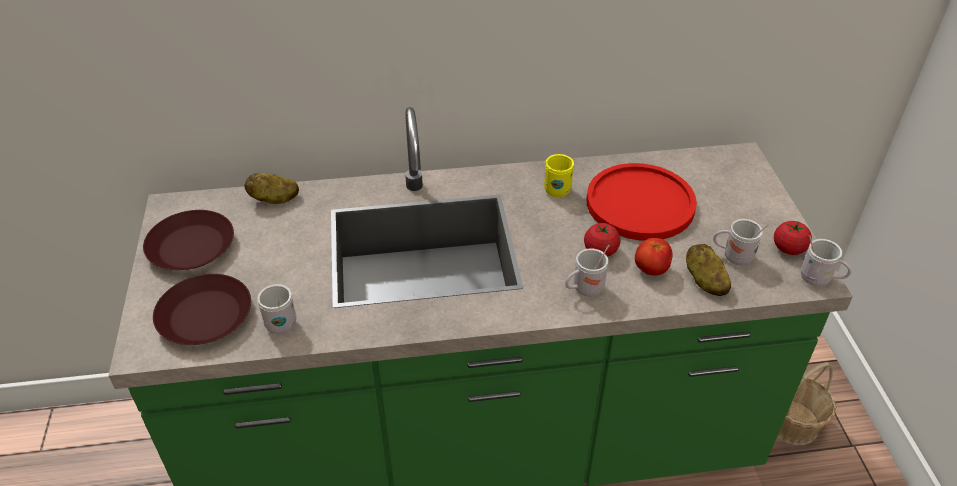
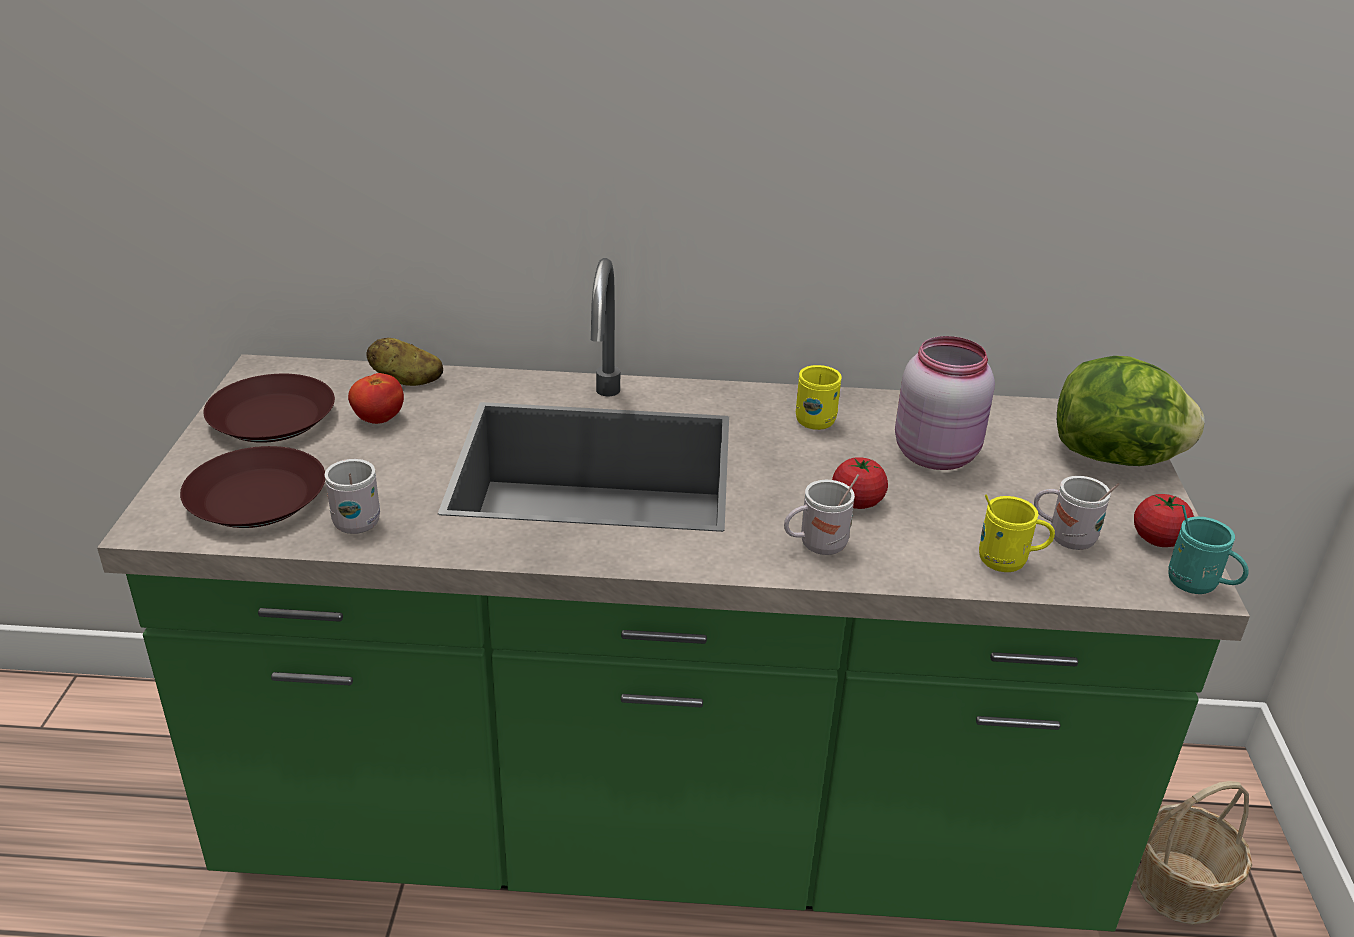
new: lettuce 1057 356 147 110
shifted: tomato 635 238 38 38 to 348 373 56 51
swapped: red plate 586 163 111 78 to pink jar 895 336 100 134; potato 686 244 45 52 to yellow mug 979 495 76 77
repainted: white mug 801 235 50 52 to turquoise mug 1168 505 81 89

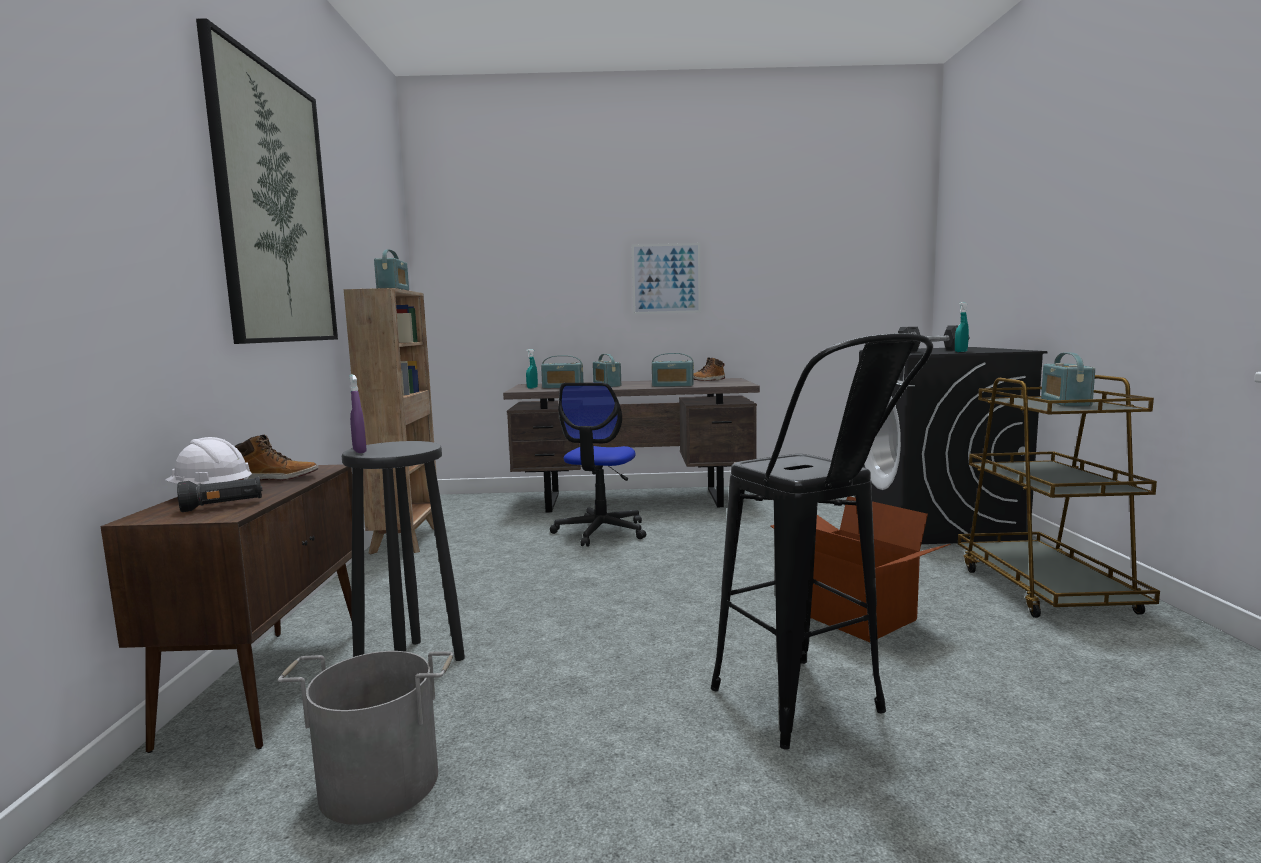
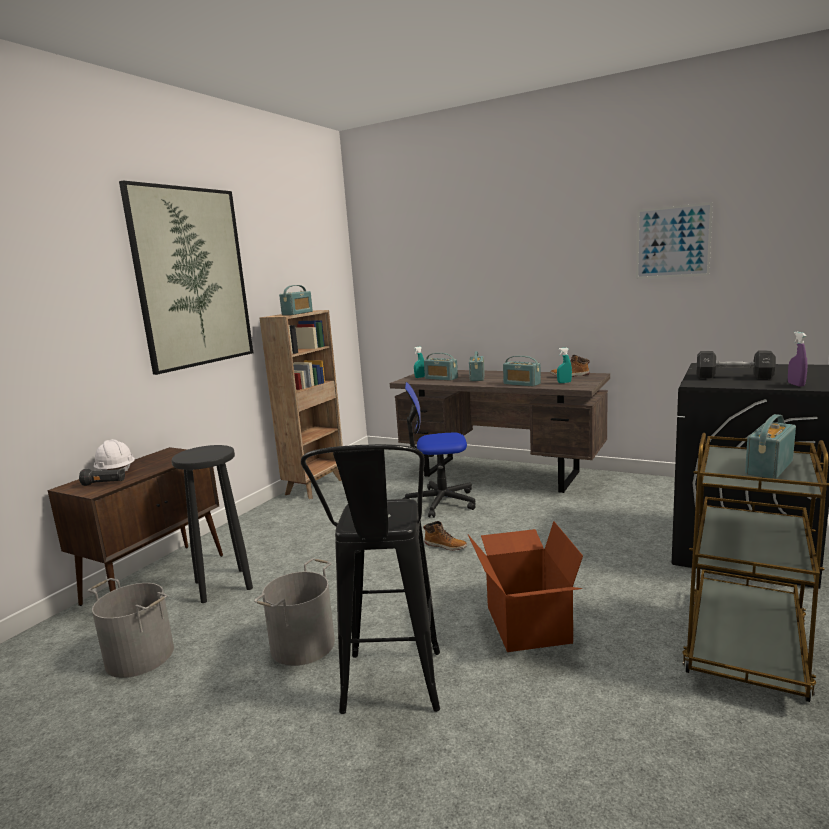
new: grey bucket 254 559 81 107
shifted: boot 235 435 83 45 to 423 521 44 30; turquoise spray bottle 955 302 14 50 to 557 348 15 35; picture 632 243 69 71 to 636 202 77 77; purple spray bottle 350 374 17 79 to 788 332 19 55
rotated: office chair 550 383 96 164 = 403 382 72 136 45 degrees clockwise

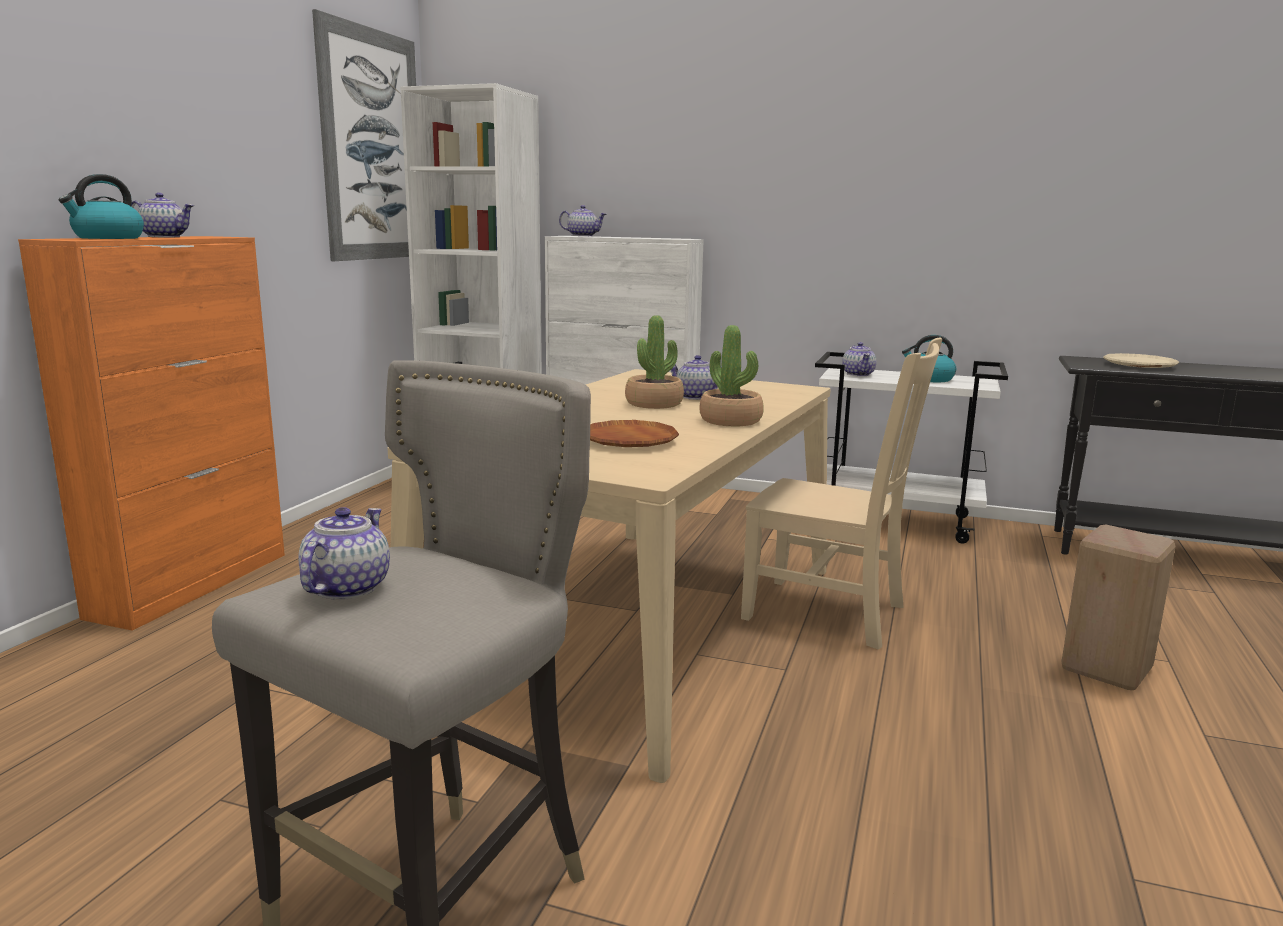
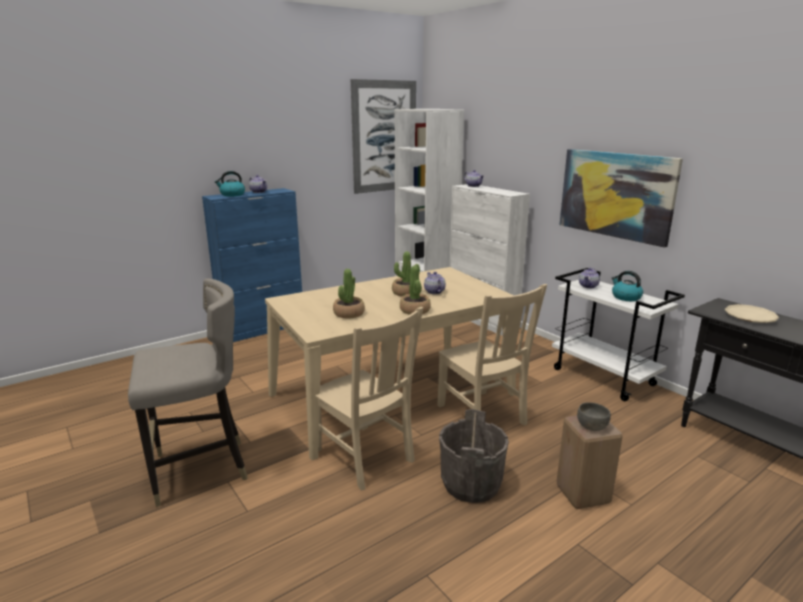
gone: teapot 299 507 91 93
new: beige chair 315 307 108 184; grey bucket 439 409 70 94; picture 559 149 124 99; grey bowl 577 402 34 29
swapped: brown plate 590 420 89 27 to potted plant 333 269 32 50
repainted: orange cabinet 18 236 267 395 to blue cabinet 202 188 100 154

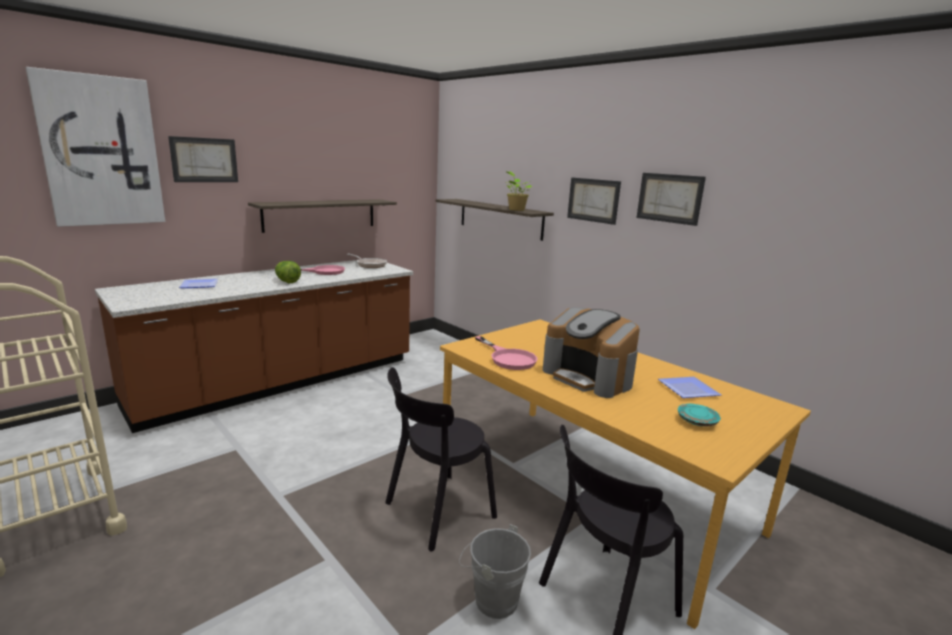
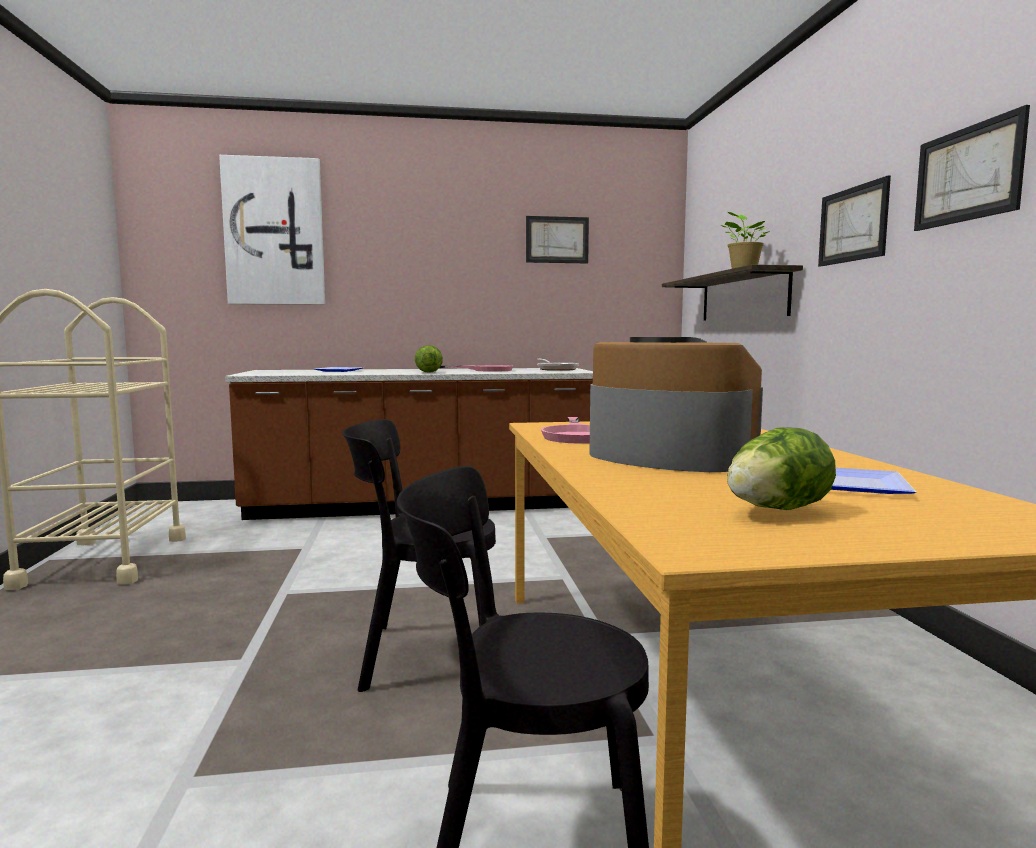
gone: shelf 248 199 149 34; grey bucket 459 524 72 95
shifted: picture 168 136 70 46 to 526 216 63 47
swapped: turquoise plate 678 404 43 22 to lettuce 727 427 109 83
rotated: coffee machine 543 307 97 91 = 589 337 174 135 135 degrees clockwise

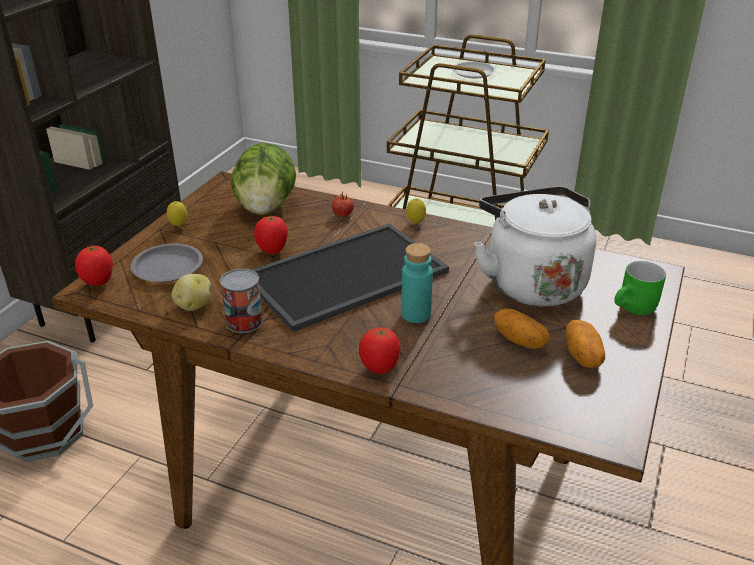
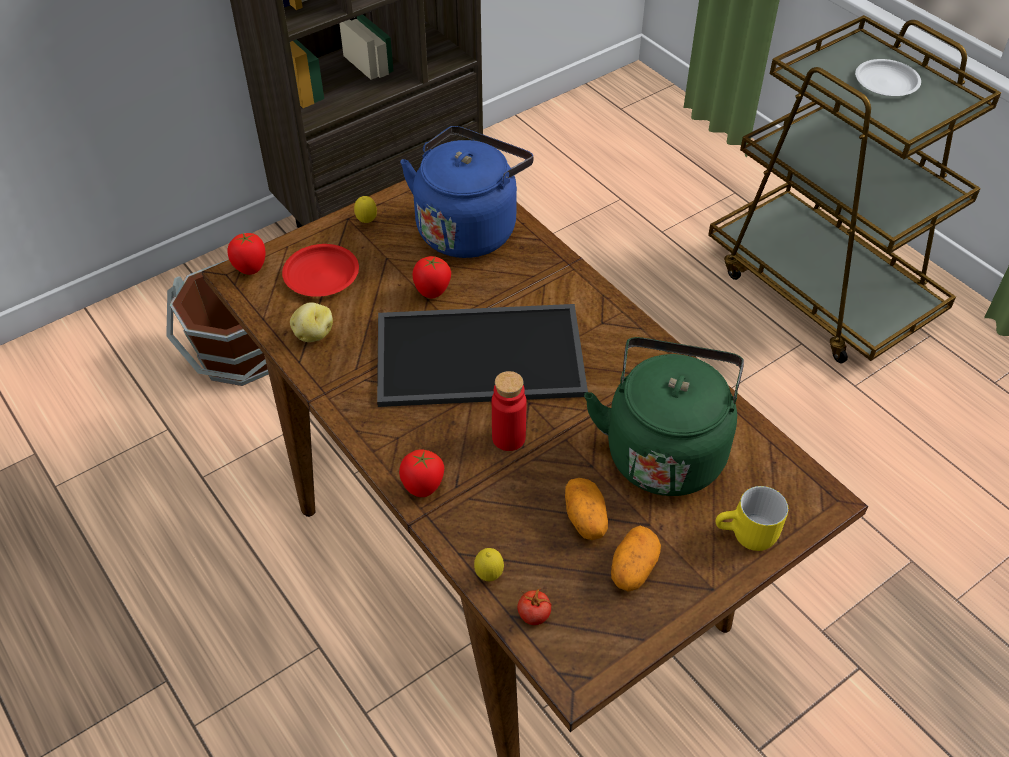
gone: can 220 269 43 64
shifted: lemon 406 198 20 26 to 474 548 30 33; tomato 332 191 22 26 to 517 588 35 37
swapped: lettuce 231 142 65 73 to blue kettle 400 126 134 132
repainted: grey plate 130 244 73 38 to red plate 282 244 77 53; turquoise bottle 401 243 32 80 to red bottle 492 371 34 80; white kettle 474 186 123 121 to green kettle 584 337 160 159; green mug 614 261 52 54 to yellow mug 716 486 73 65

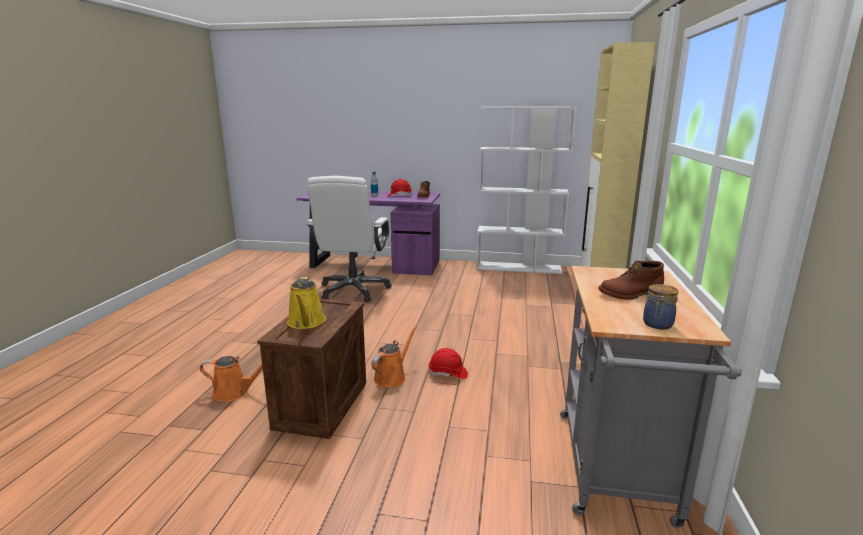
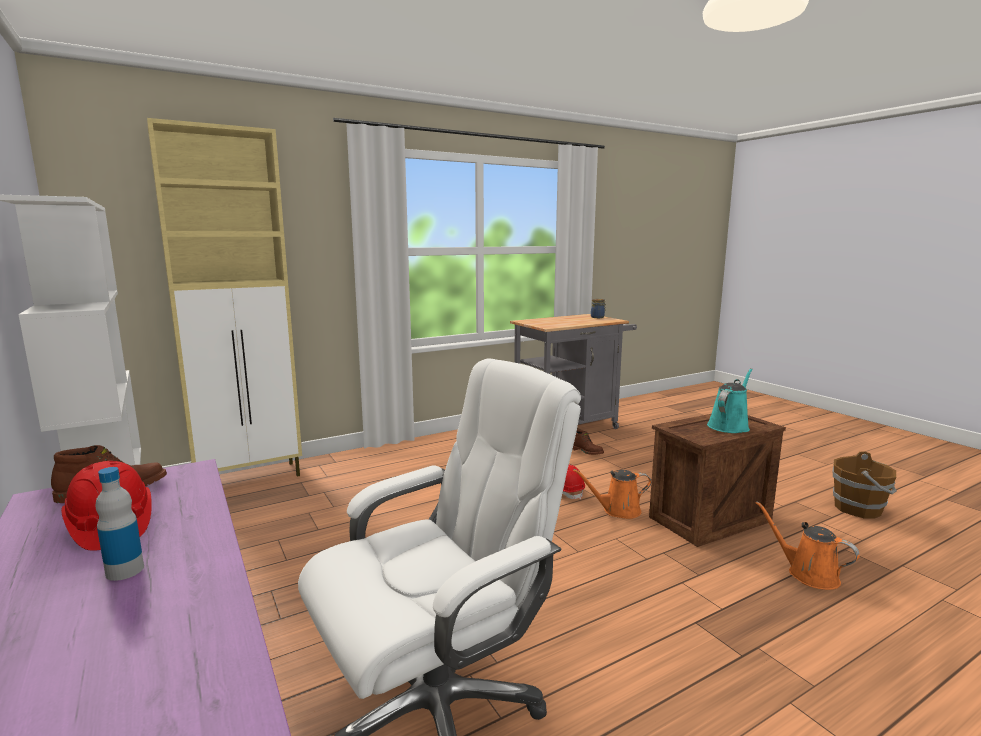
new: brown bucket 833 452 64 67
shifted: brown boot 598 261 66 39 to 572 429 32 26
repainted: yellow watering can 287 277 39 52 to turquoise watering can 707 368 46 65

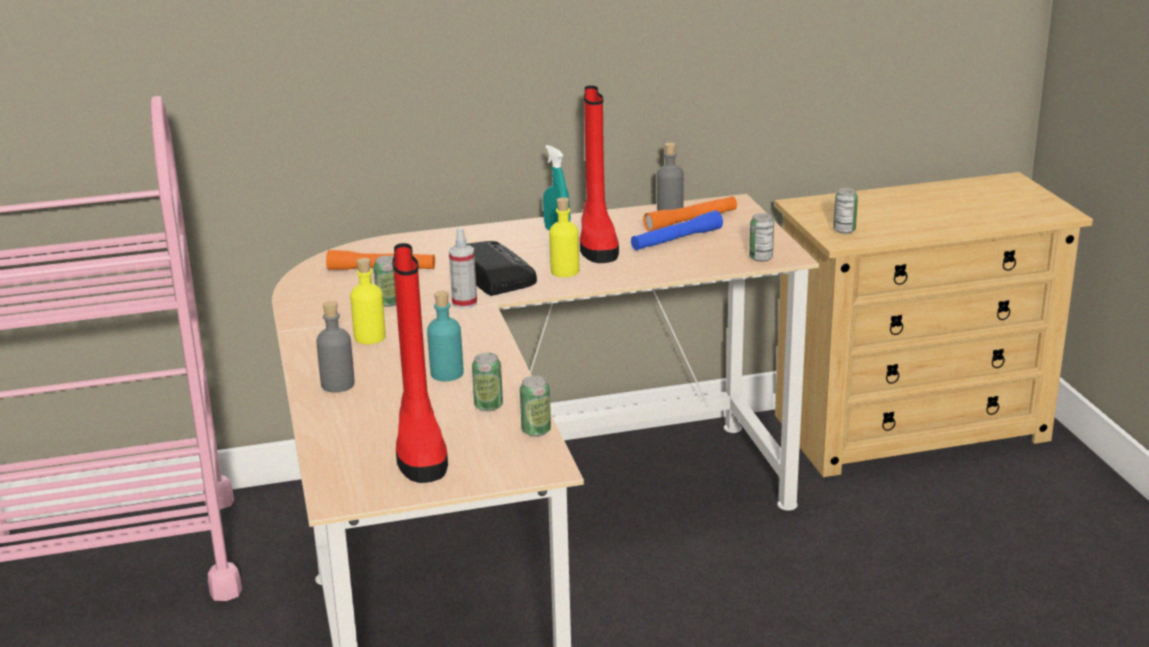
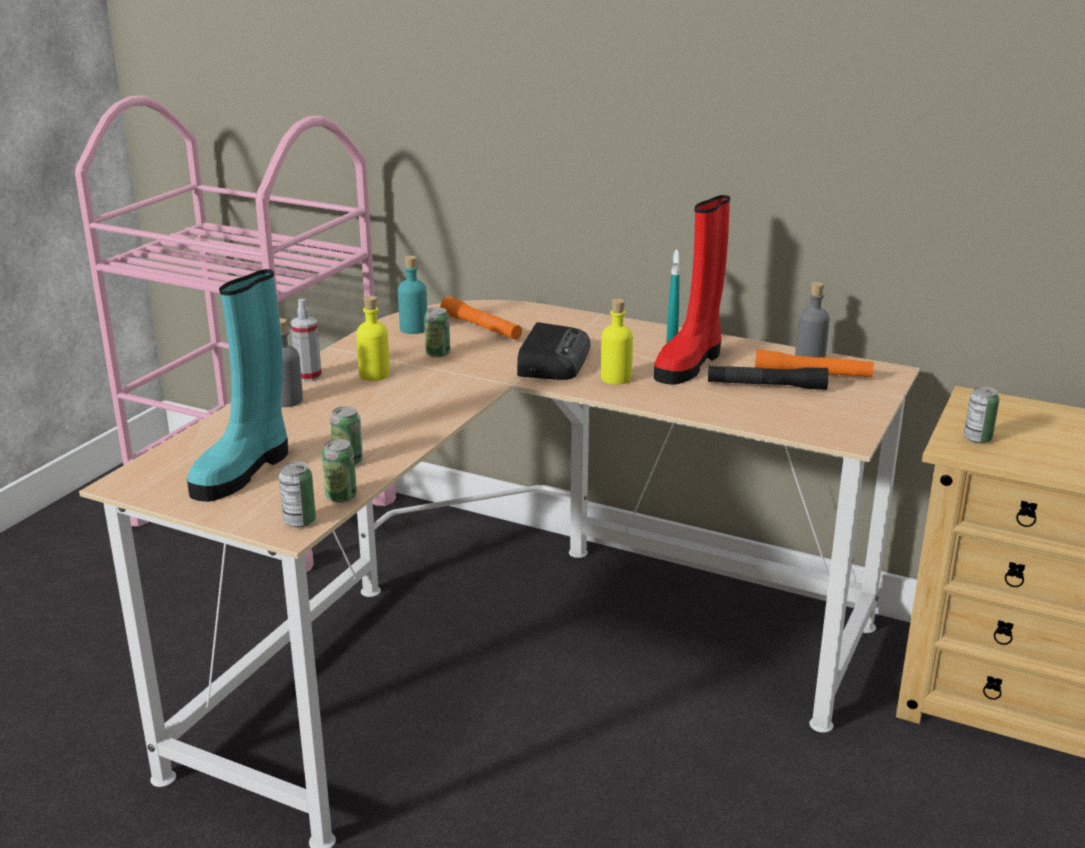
shifted: can 749 213 25 49 to 279 461 37 67; spray bottle 449 228 28 81 to 291 299 31 83; turquoise bottle 427 291 37 90 to 398 256 29 78
repainted: red boot 392 243 56 240 to turquoise boot 187 269 101 233; blue flashlight 631 210 92 40 to black flashlight 708 366 121 24

